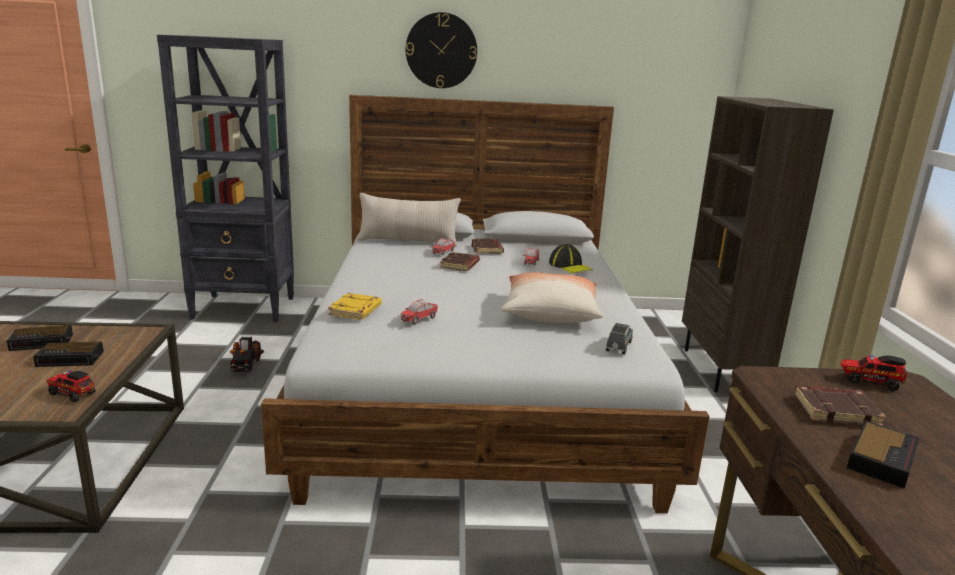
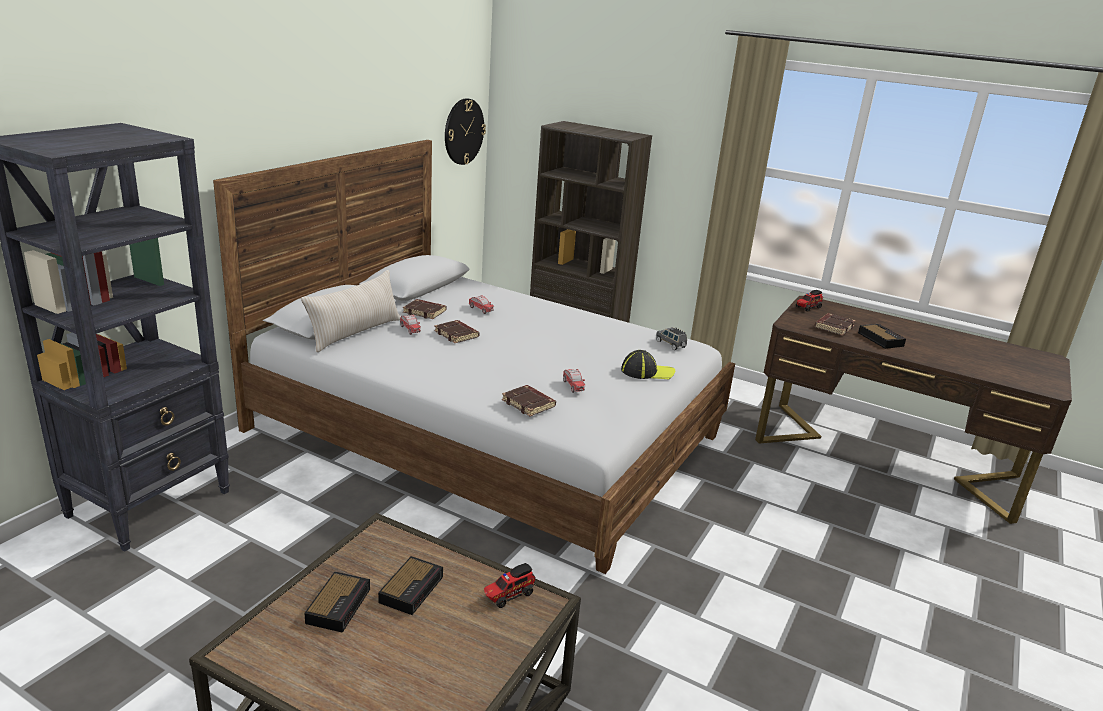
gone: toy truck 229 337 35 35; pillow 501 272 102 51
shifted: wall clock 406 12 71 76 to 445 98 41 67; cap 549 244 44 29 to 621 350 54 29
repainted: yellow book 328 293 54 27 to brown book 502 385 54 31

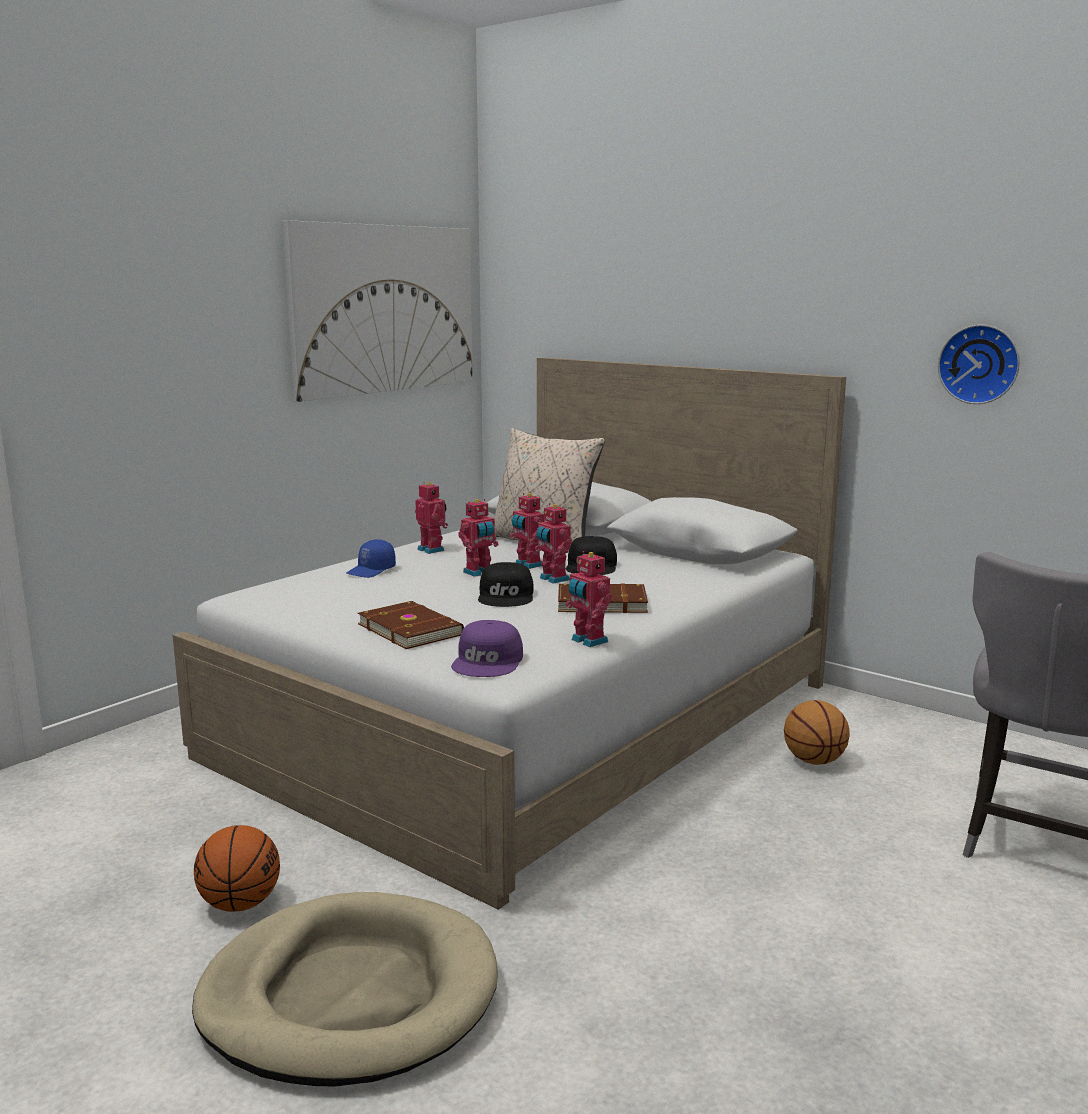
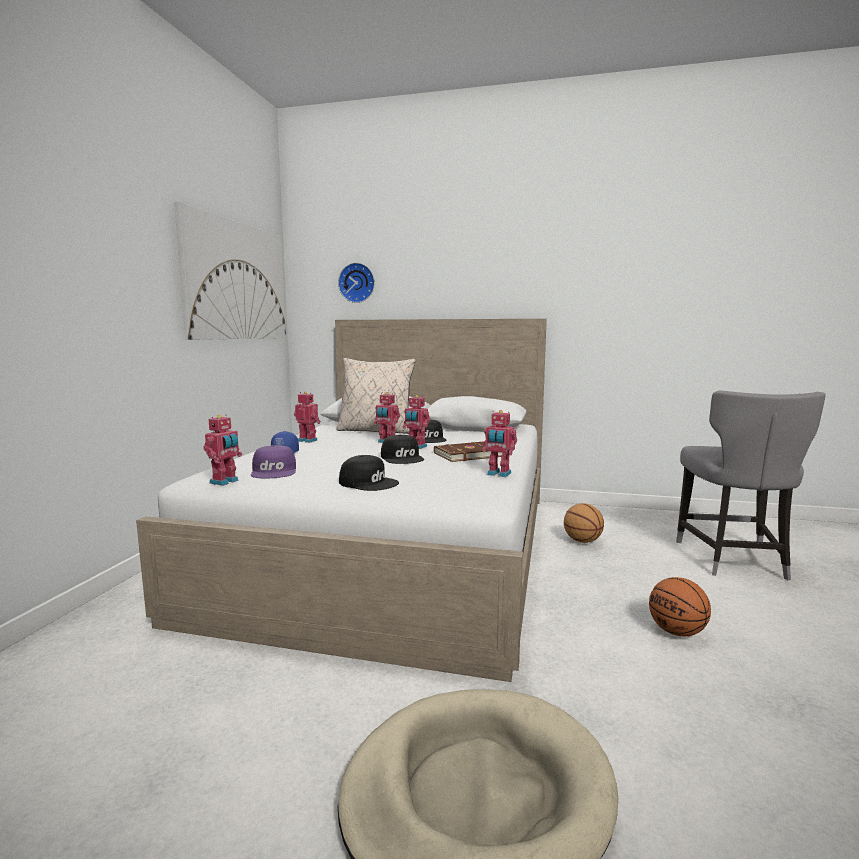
shifted: toy robot 458 499 40 78 to 203 414 39 72; purple cap 451 620 72 57 to 251 445 45 33; wall clock 938 324 82 80 to 338 263 37 40; basketball 194 825 86 87 to 649 577 62 59
swapped: brown book 358 601 106 48 to black cap 339 455 60 36

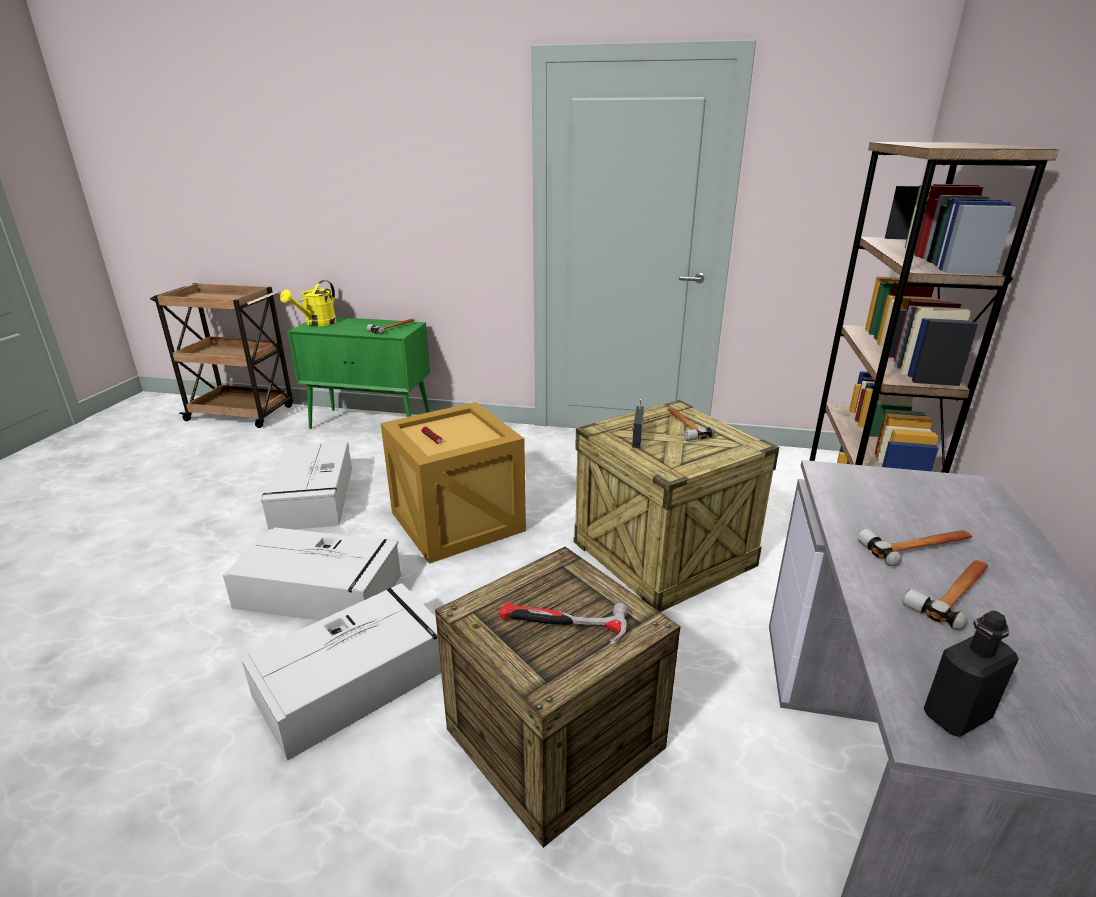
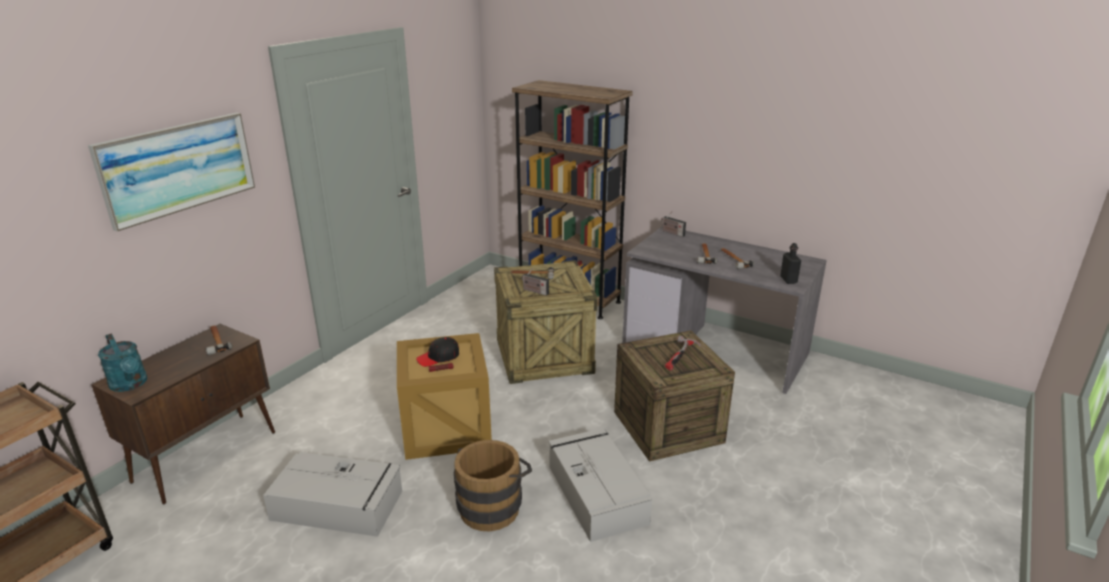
new: picture 88 113 167 119; black cap 416 337 43 30; radio 661 211 25 26
swapped: grey storage box 223 527 178 94 to brown bucket 454 440 78 91
repainted: green cabinet 287 317 143 112 to brown cabinet 91 324 184 180; yellow watering can 280 280 57 47 to turquoise watering can 98 334 49 58

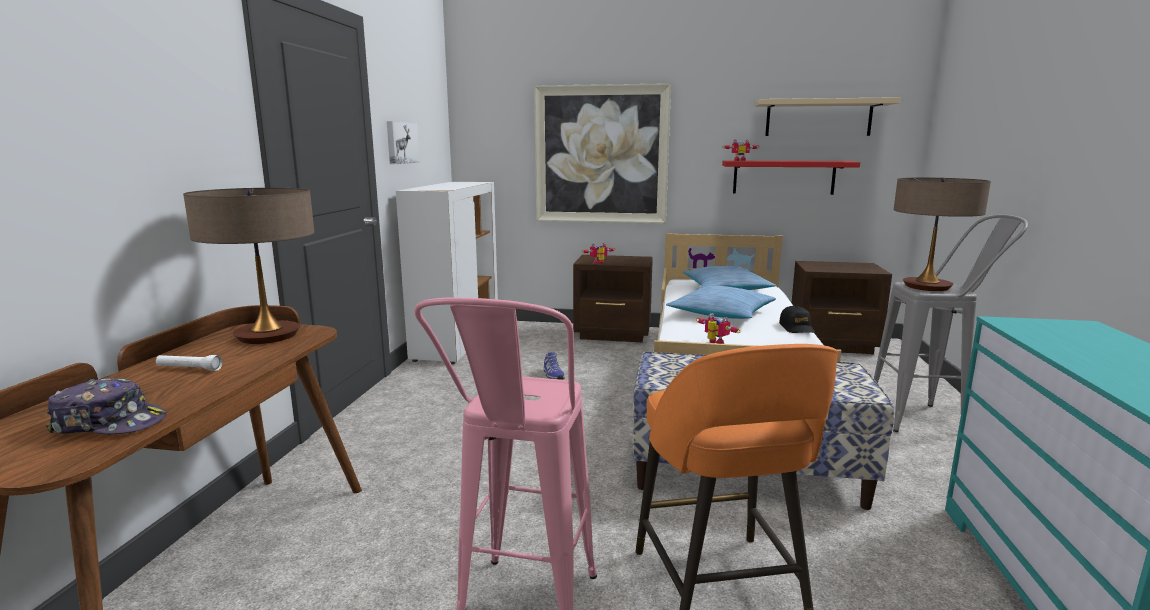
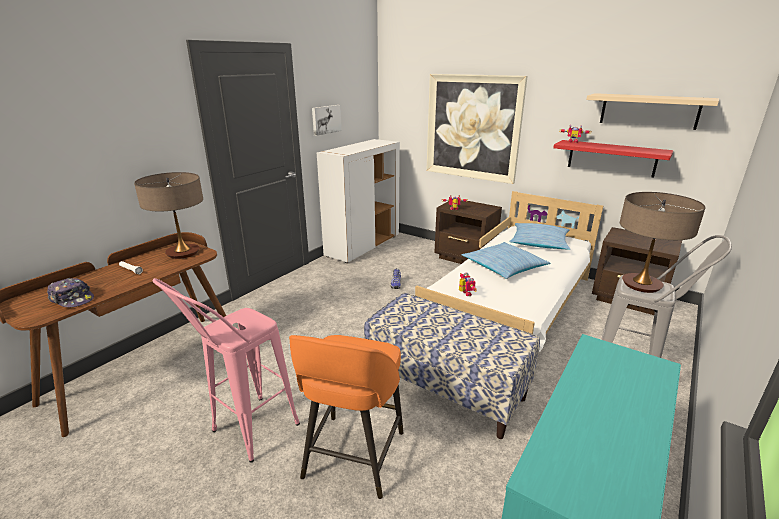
gone: black cap 779 306 36 27

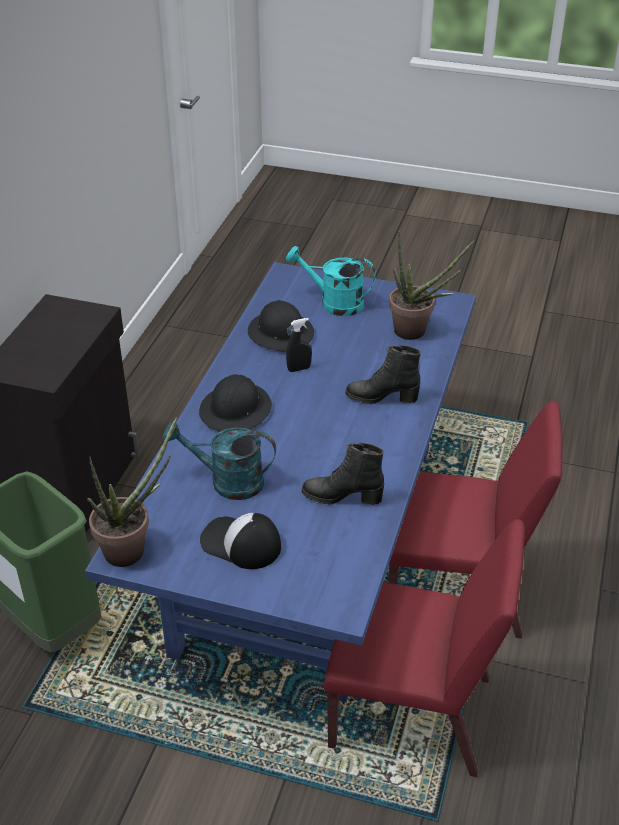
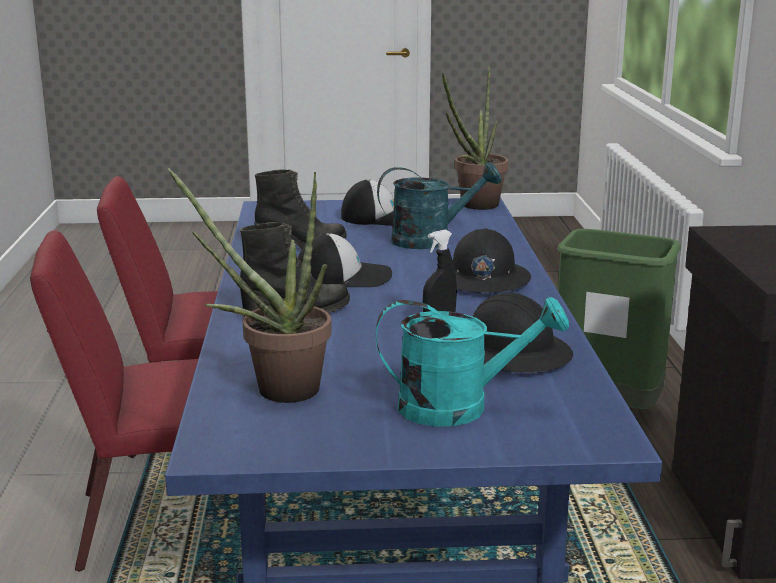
new: cap 298 233 94 54

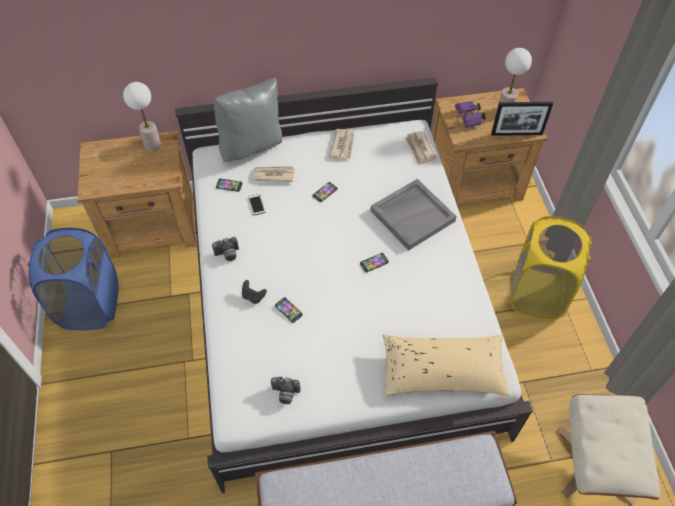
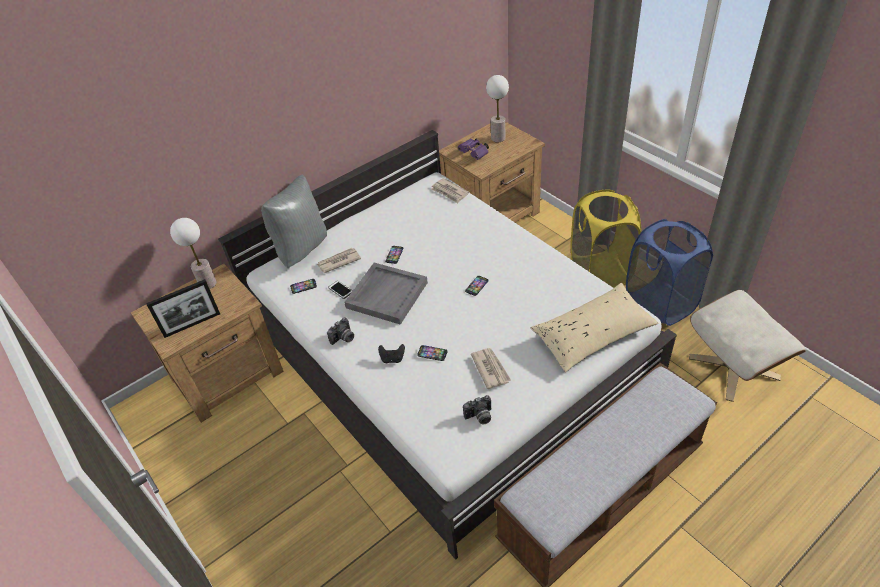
shifted: picture frame 491 102 62 34 to 146 279 74 59; grey tray 370 179 87 72 to 344 263 84 62; newspaper 329 129 26 31 to 471 348 40 41; blue laundry basket 28 228 91 102 to 626 219 87 107

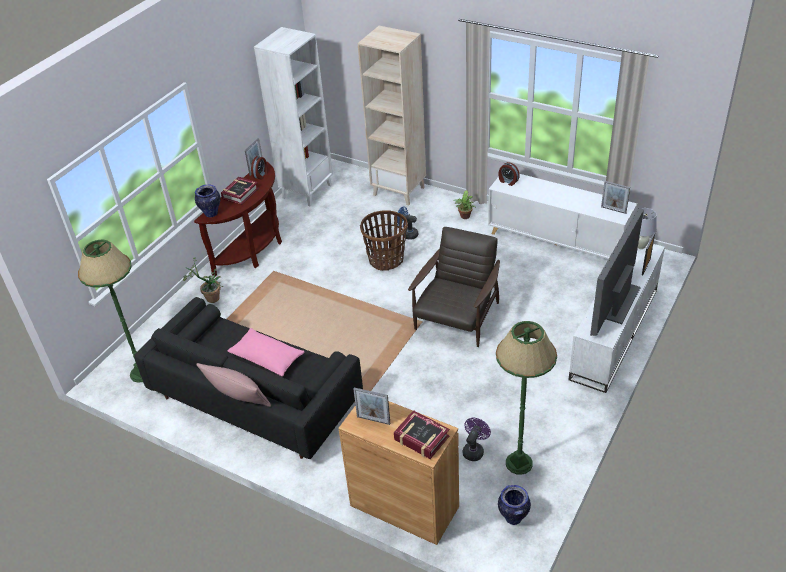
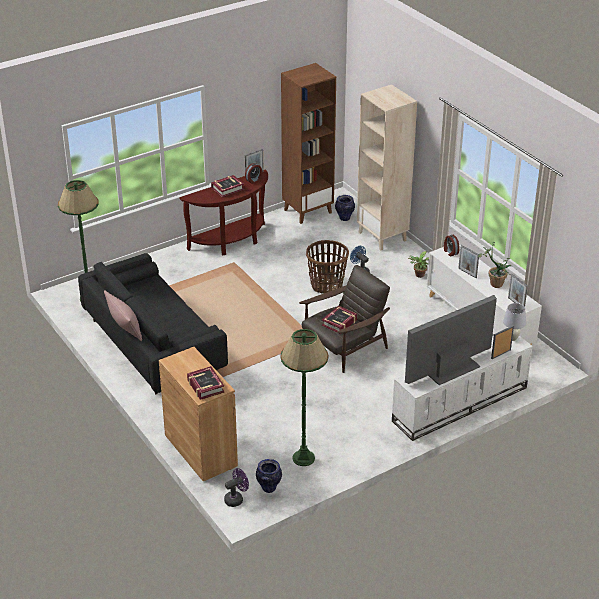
gone: pink pillow 228 328 77 49
new: book 322 306 35 28
shifted: purple fan 463 418 28 43 to 224 468 25 39; vase 195 184 26 33 to 335 195 20 26; picture frame 353 387 37 38 to 458 245 21 33; potted plant 183 257 41 46 to 478 242 34 46
repainted: white bookcase 254 27 79 179 to brown bookcase 281 63 55 161

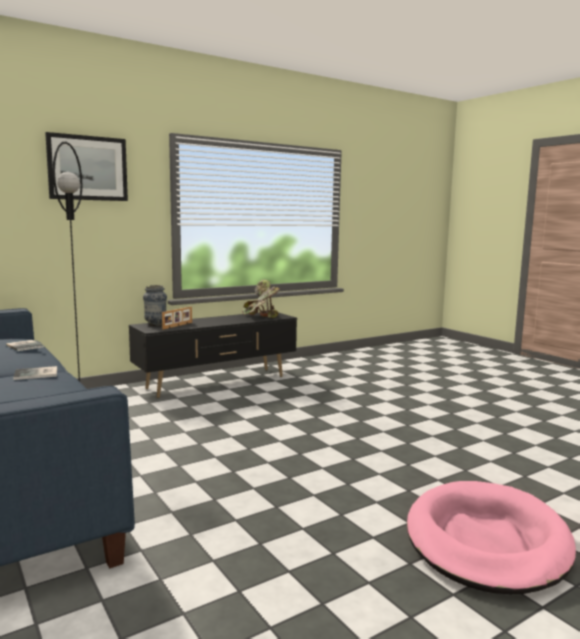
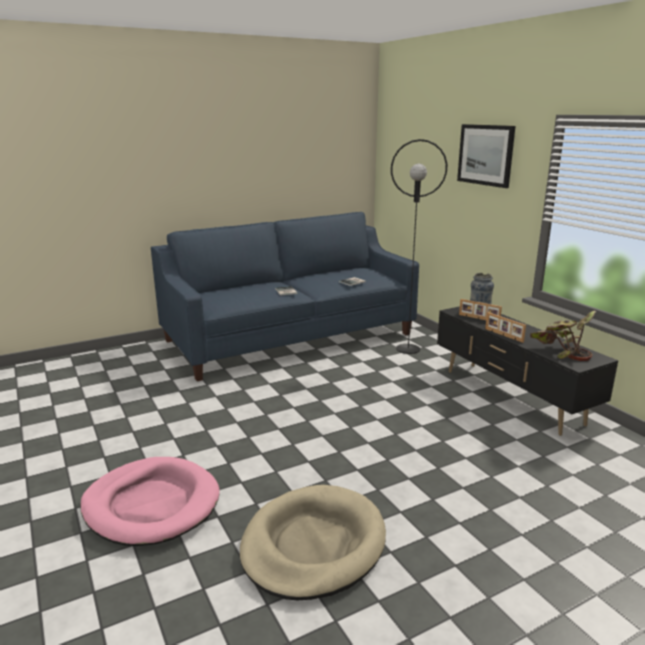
new: beige dog bed 240 485 146 115; picture frame 485 312 41 31

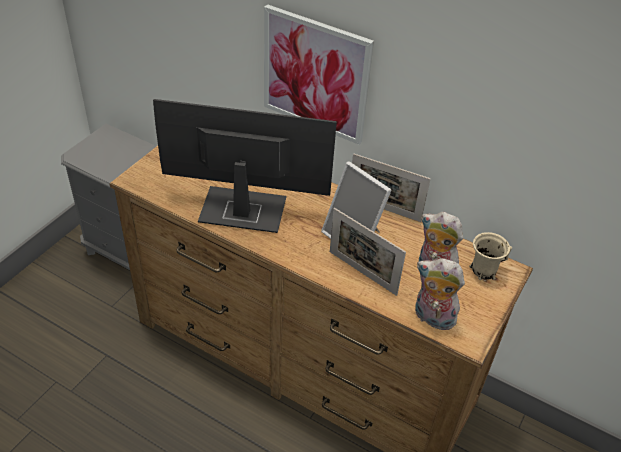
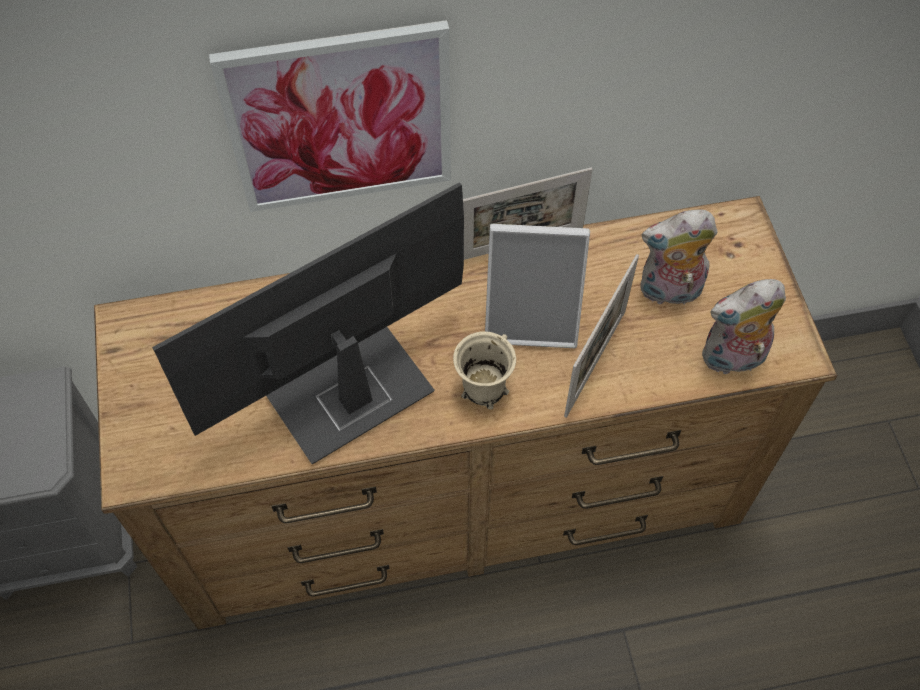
shifted: beige mug 469 232 43 48 to 453 331 63 79
rotated: picture frame 330 208 76 88 = 564 254 75 164 60 degrees counterclockwise

